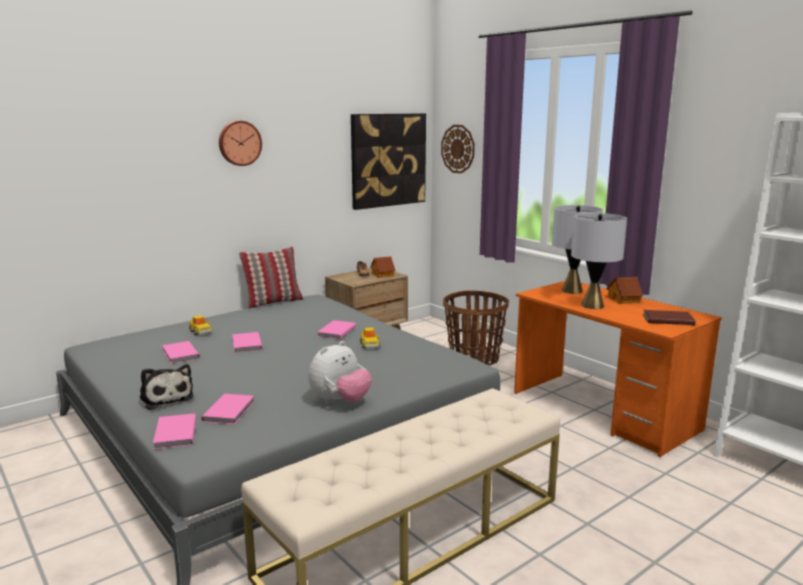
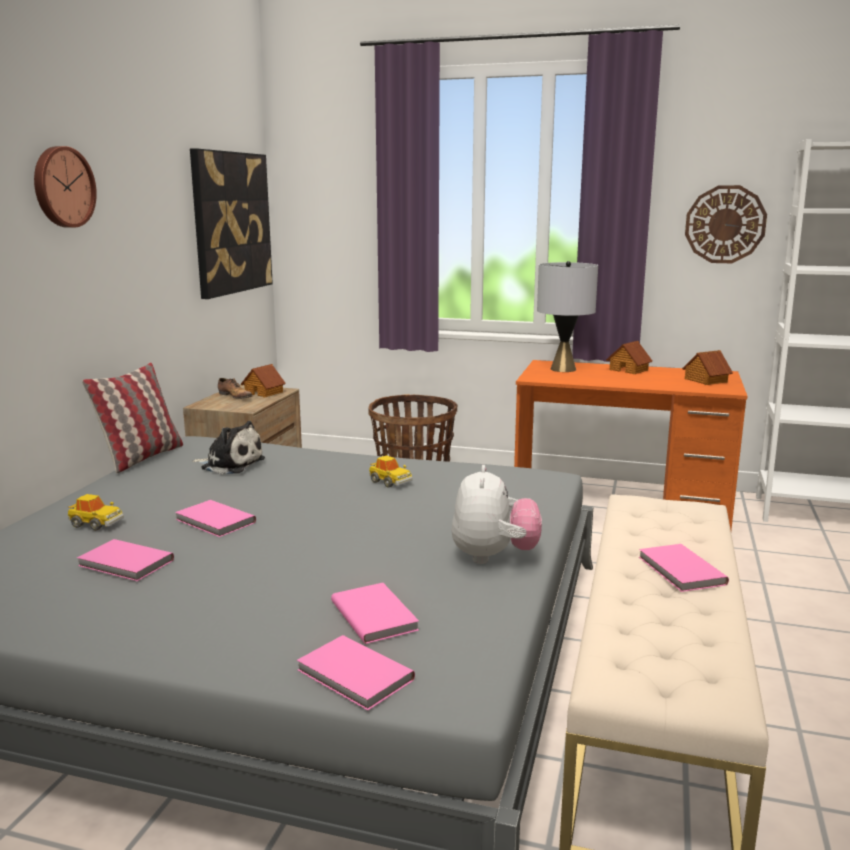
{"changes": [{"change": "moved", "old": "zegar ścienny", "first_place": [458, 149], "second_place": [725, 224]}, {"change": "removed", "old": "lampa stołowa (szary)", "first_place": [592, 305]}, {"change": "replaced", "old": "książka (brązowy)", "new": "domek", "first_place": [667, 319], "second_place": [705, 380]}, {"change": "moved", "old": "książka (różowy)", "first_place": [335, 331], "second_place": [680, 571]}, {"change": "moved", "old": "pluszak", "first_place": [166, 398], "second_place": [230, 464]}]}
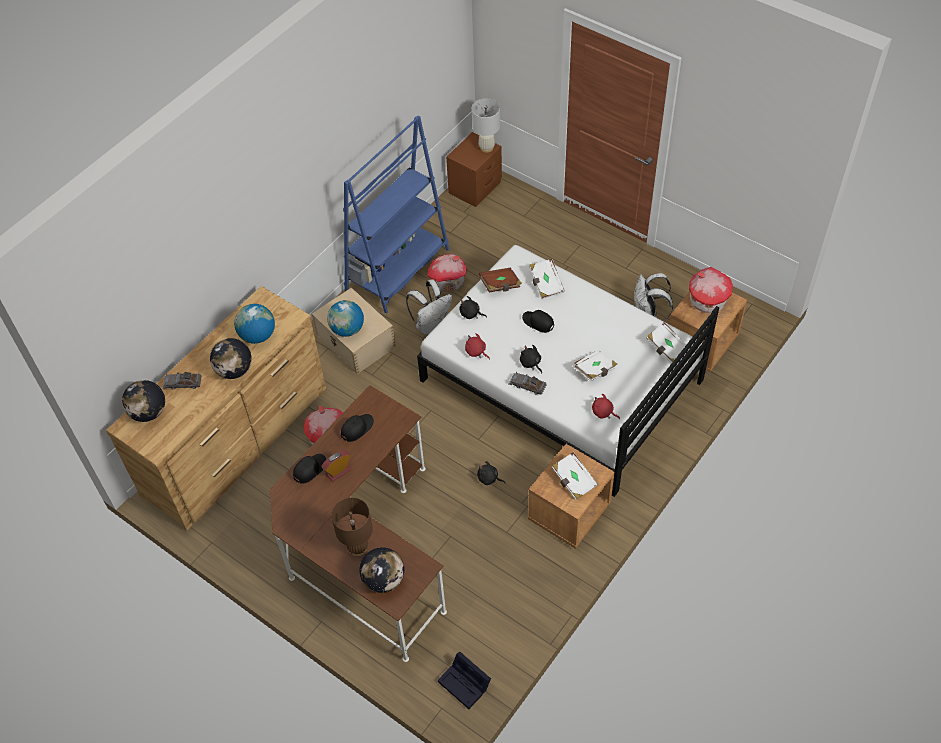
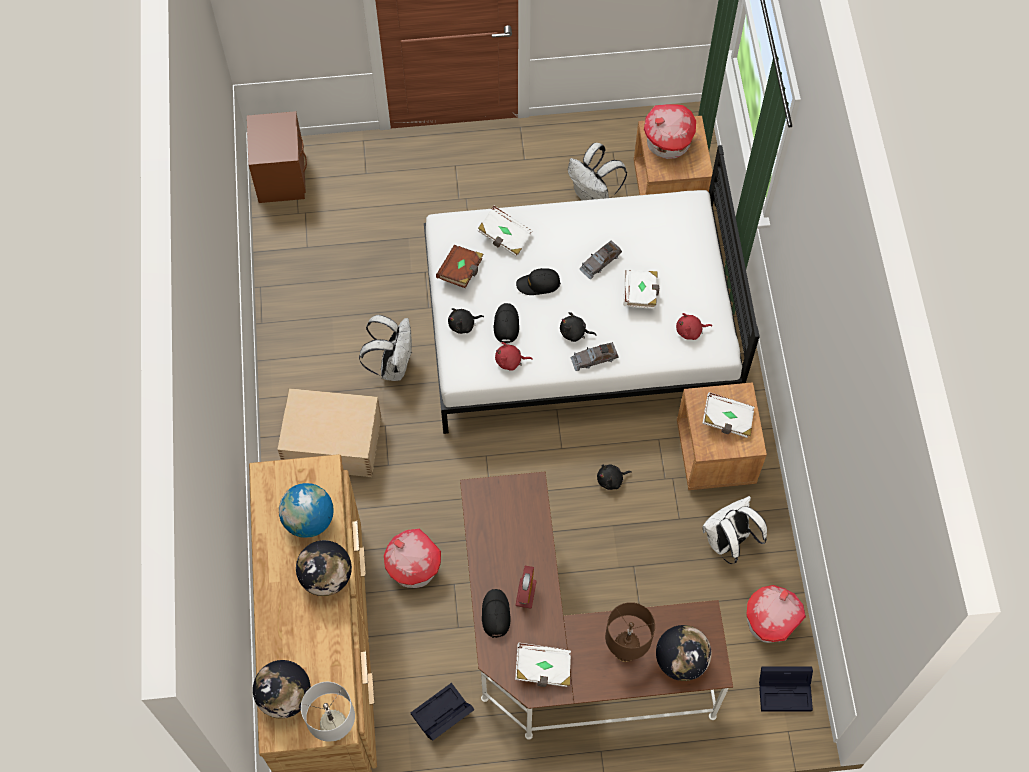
{"changes": [{"change": "moved", "old": "lampa stołowa (biały)", "first_place": [487, 148], "second_place": [335, 729]}, {"change": "removed", "old": "regał (niebieski)", "first_place": [398, 270]}, {"change": "moved", "old": "domek", "first_place": [448, 282], "second_place": [770, 621]}, {"change": "removed", "old": "globus", "first_place": [347, 329]}, {"change": "moved", "old": "książka (biały)", "first_place": [667, 349], "second_place": [543, 669]}, {"change": "moved", "old": "samochodzik (szary)", "first_place": [182, 383], "second_place": [600, 261]}, {"change": "moved", "old": "czapka z daszkiem (czarny)", "first_place": [357, 428], "second_place": [506, 324]}, {"change": "added", "new": "plecak (biały)", "second_place": [728, 542]}, {"change": "added", "new": "pojemnik do przechowywania (czarny)", "second_place": [441, 716]}]}
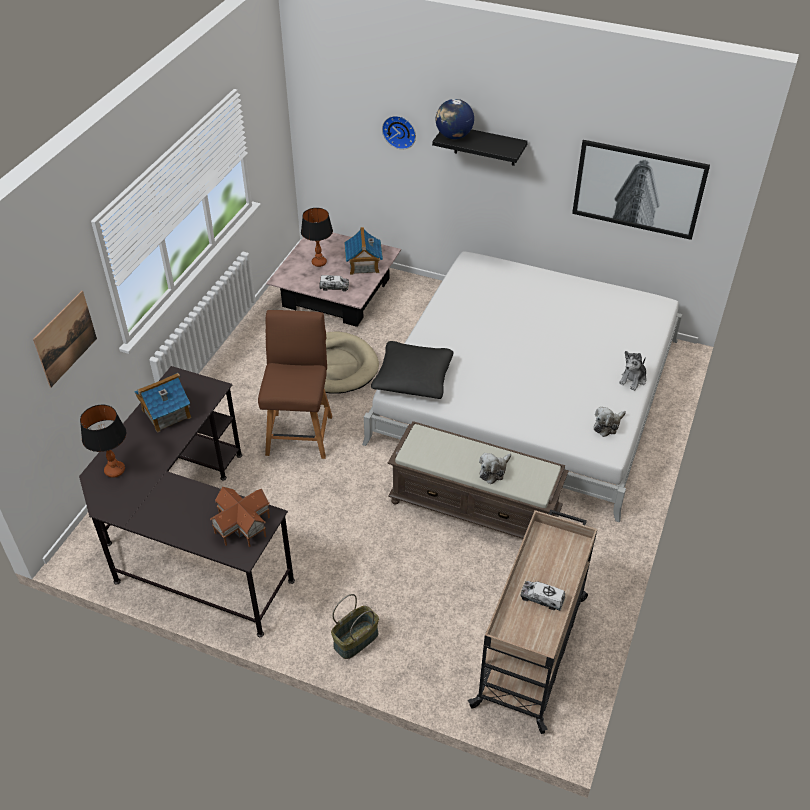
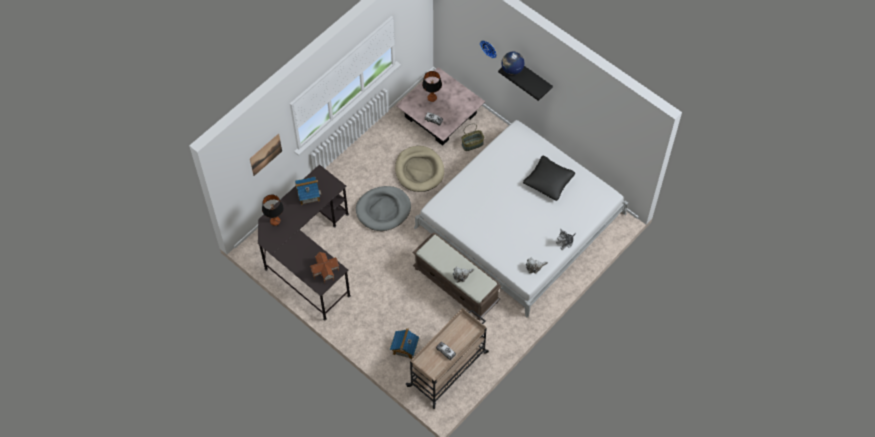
{"changes": [{"change": "removed", "old": "obraz", "first_place": [638, 189]}, {"change": "moved", "old": "domek", "first_place": [363, 265], "second_place": [404, 348]}, {"change": "replaced", "old": "krzesło (brązowy)", "new": "legowisko (szary)", "first_place": [300, 433], "second_place": [383, 210]}, {"change": "moved", "old": "poduszka (czarny)", "first_place": [413, 379], "second_place": [548, 181]}, {"change": "moved", "old": "koszyk", "first_place": [355, 639], "second_place": [472, 144]}]}
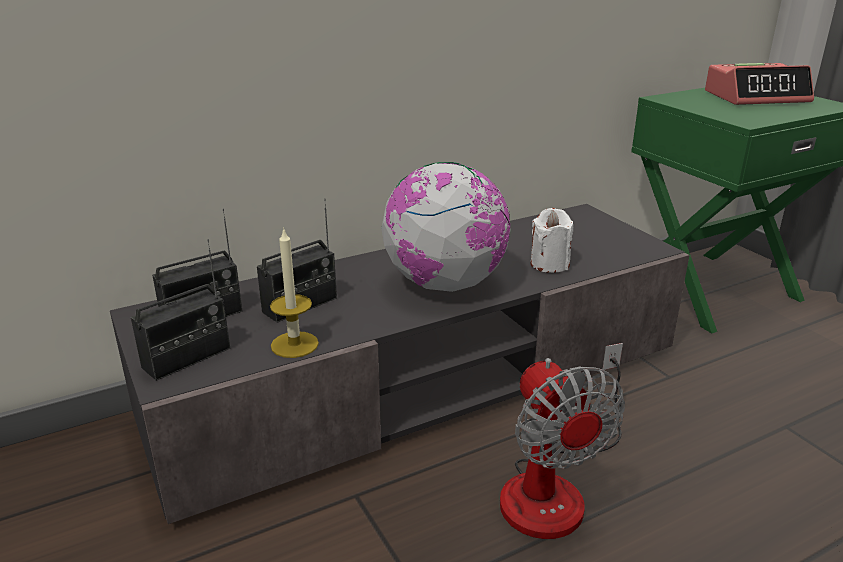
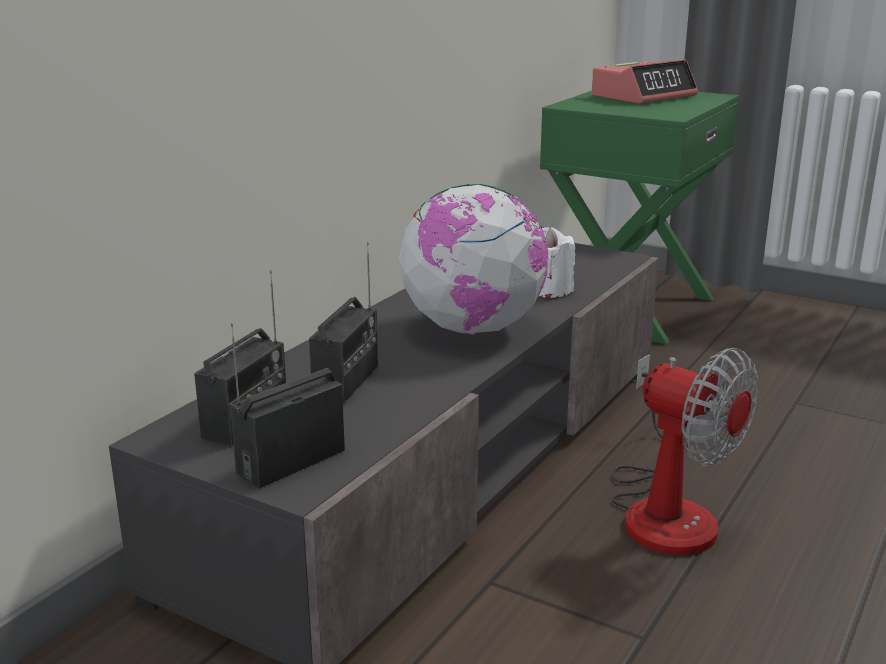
{"changes": [{"change": "removed", "old": "świeca", "first_place": [294, 344]}, {"change": "turned", "old": "radio", "first_place": [187, 358], "second_place": [291, 461], "degrees": -150}]}
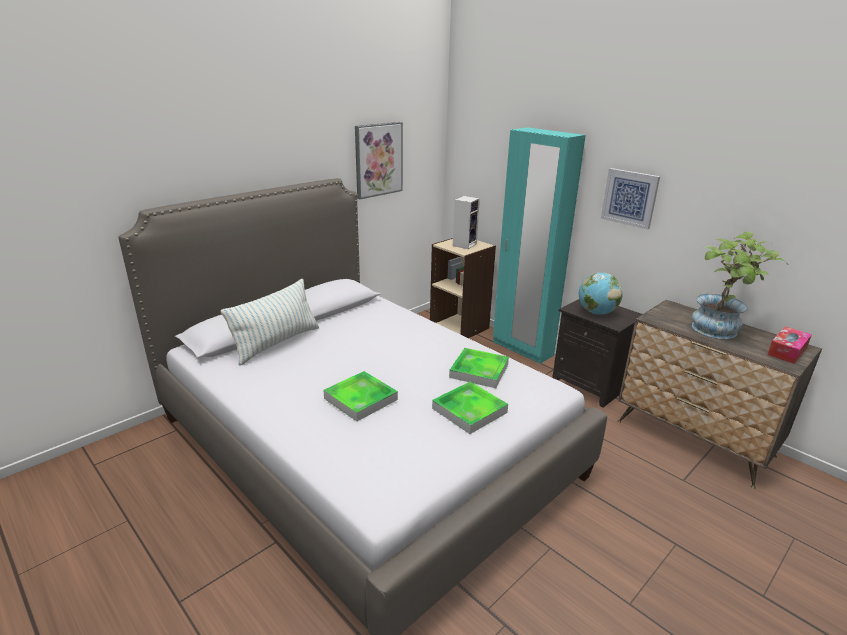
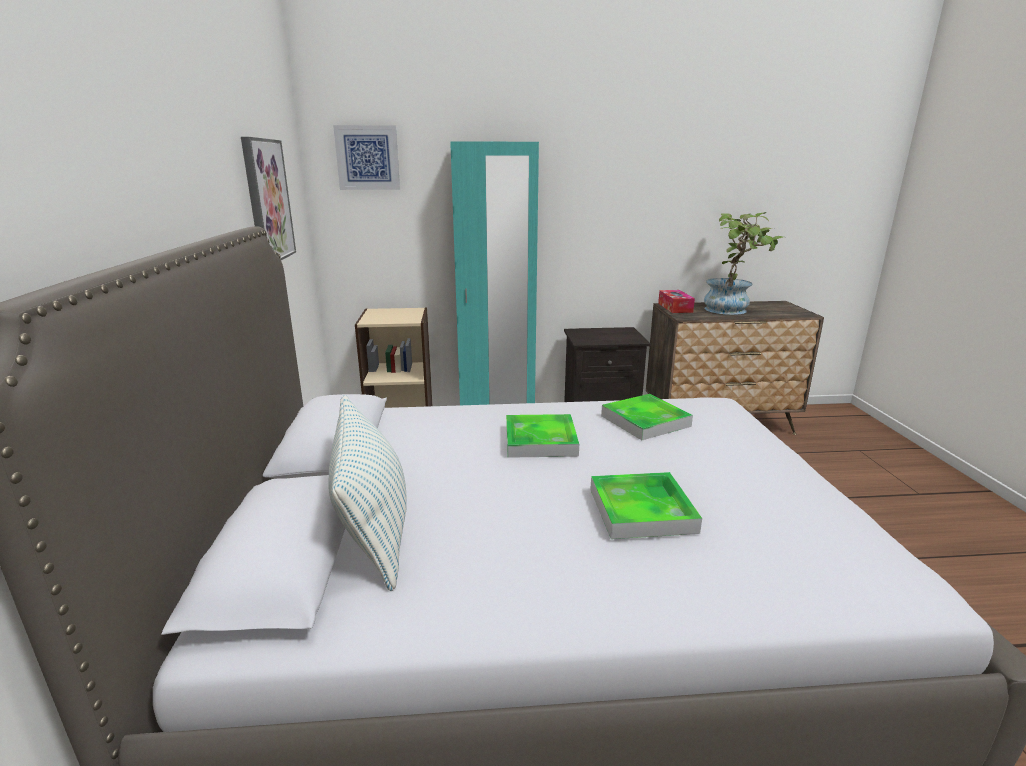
{"changes": [{"change": "moved", "old": "obraz", "first_place": [630, 198], "second_place": [367, 158]}, {"change": "removed", "old": "głośnik", "first_place": [464, 244]}, {"change": "removed", "old": "globus", "first_place": [596, 313]}, {"change": "moved", "old": "pudełko chusteczek", "first_place": [787, 351], "second_place": [675, 307]}, {"change": "moved", "old": "taca", "first_place": [469, 410], "second_place": [540, 440]}]}
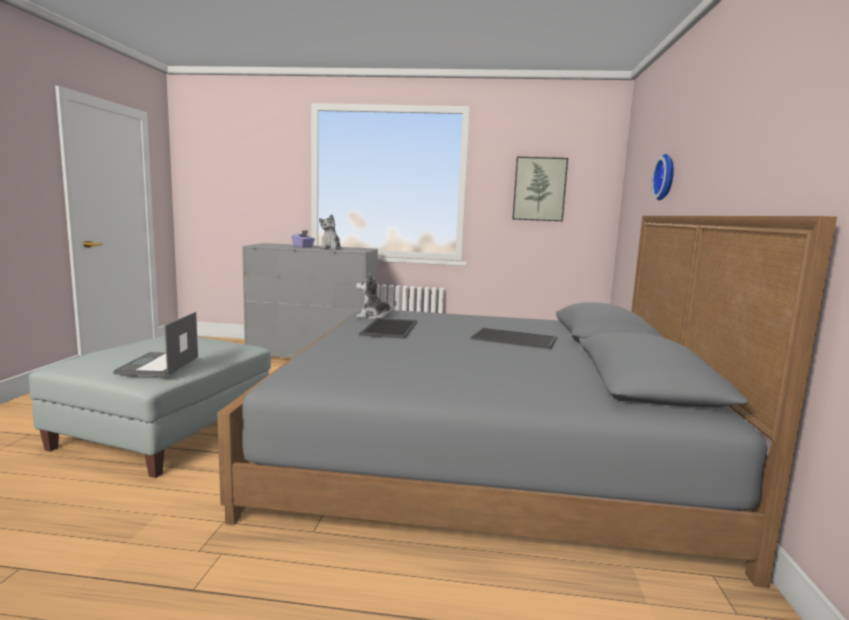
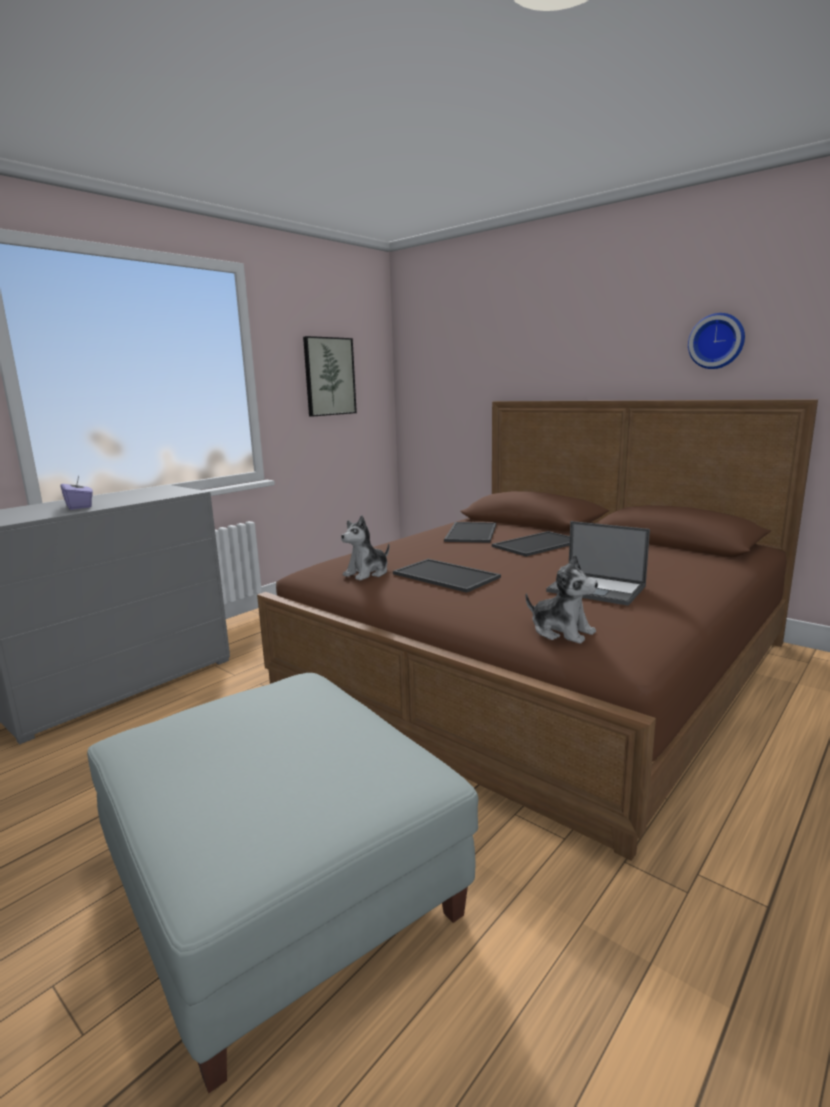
{"changes": [{"change": "moved", "old": "zegar ścienny", "first_place": [666, 177], "second_place": [717, 341]}, {"change": "moved", "old": "pluszak", "first_place": [330, 248], "second_place": [561, 631]}, {"change": "recoloured", "old": "łóżko (szary)", "new": "łóżko (brązowy)", "first_place": [483, 447], "second_place": [537, 663]}, {"change": "moved", "old": "laptop", "first_place": [158, 365], "second_place": [597, 589]}, {"change": "added", "new": "taca", "second_place": [470, 532]}]}
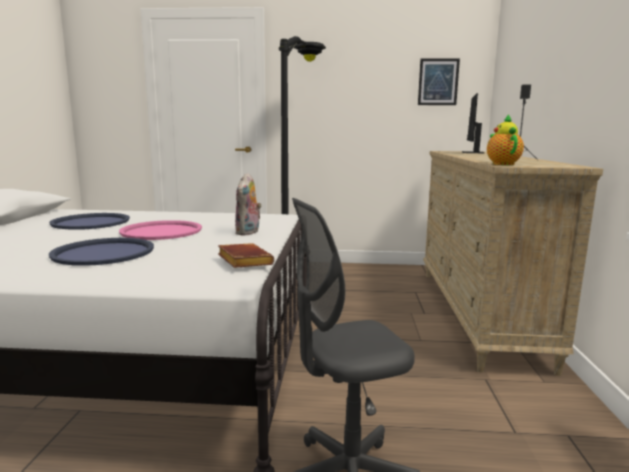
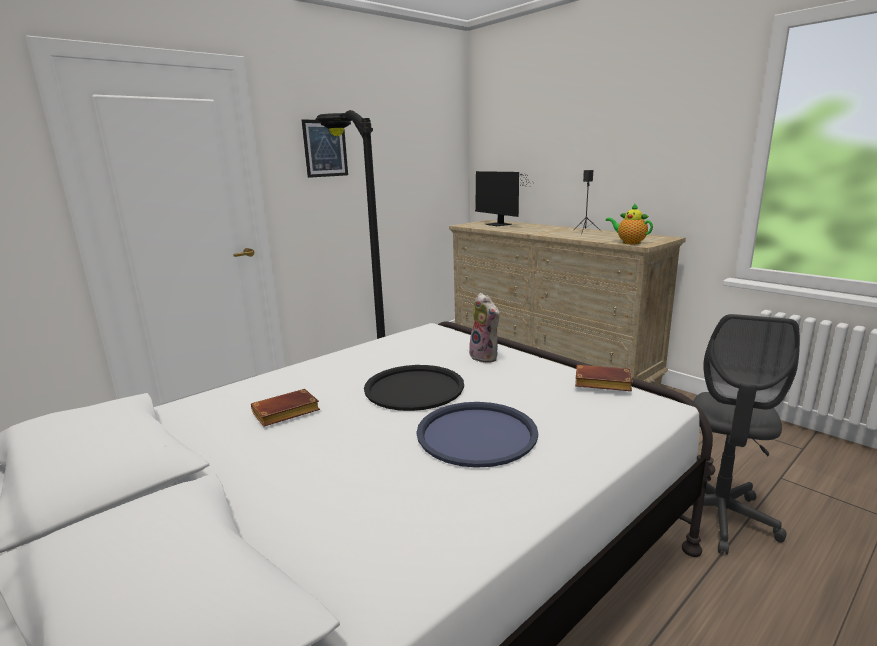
{"changes": [{"change": "moved", "old": "obraz", "first_place": [438, 82], "second_place": [325, 148]}, {"change": "replaced", "old": "taca (niebieski)", "new": "książka (brązowy)", "first_place": [91, 222], "second_place": [284, 414]}, {"change": "recoloured", "old": "taca (różowy)", "new": "taca (czarny)", "first_place": [161, 231], "second_place": [414, 388]}]}
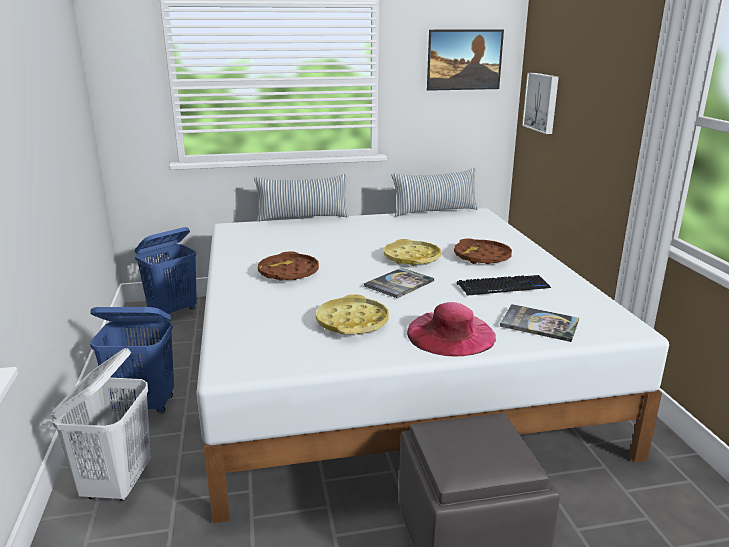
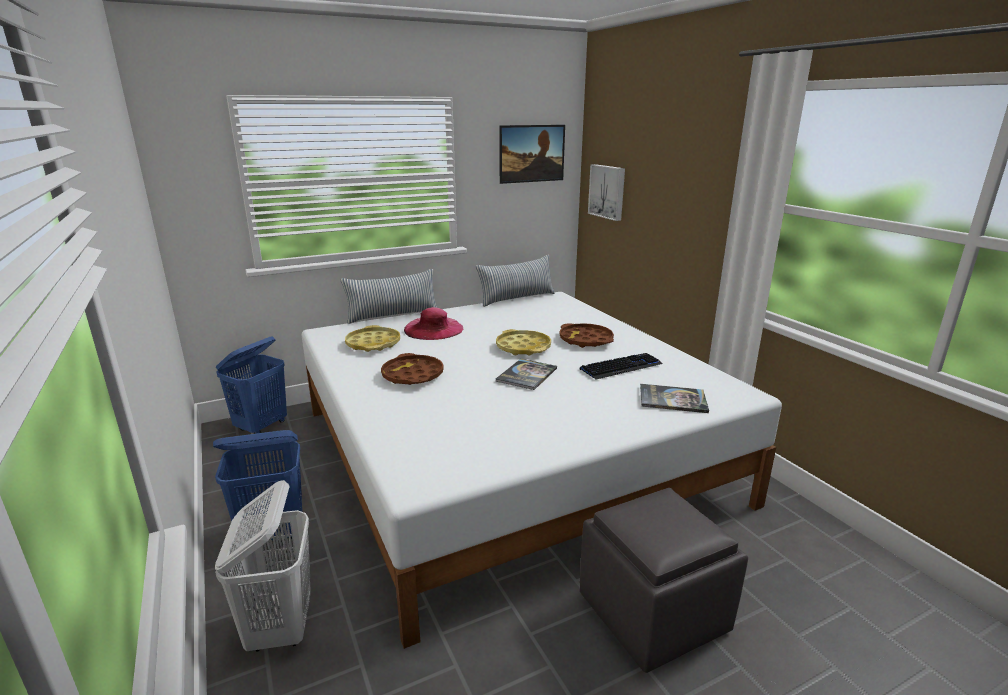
{"changes": [{"change": "moved", "old": "taca (żółty)", "first_place": [352, 322], "second_place": [373, 344]}, {"change": "moved", "old": "kapelusz (różowy)", "first_place": [450, 333], "second_place": [433, 328]}]}
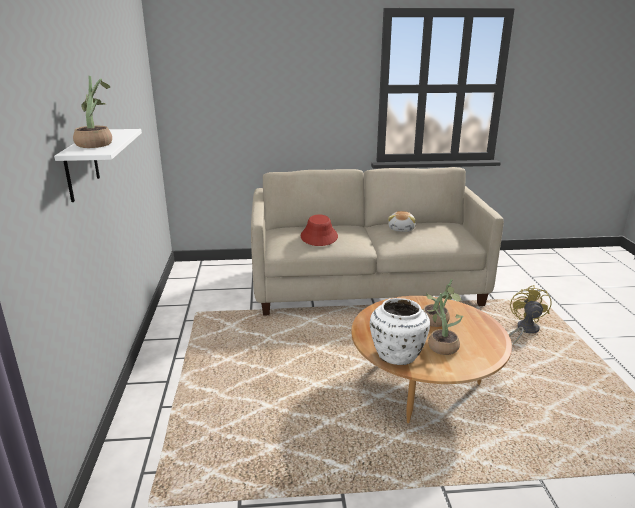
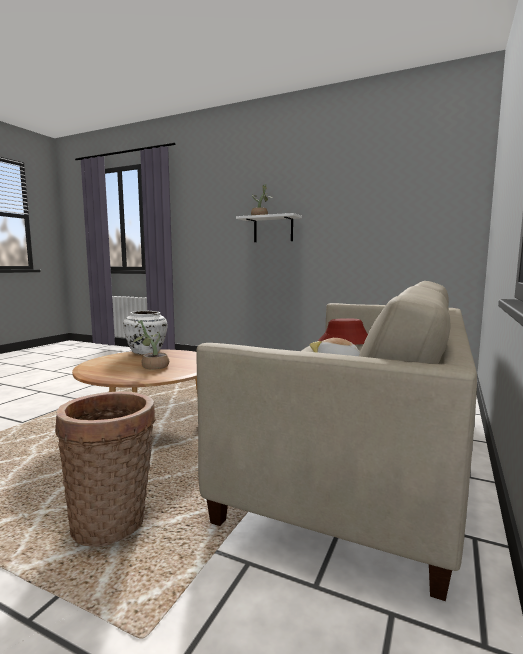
{"changes": [{"change": "replaced", "old": "wentylator (żółty)", "new": "koszyk", "first_place": [524, 330], "second_place": [114, 523]}, {"change": "removed", "old": "roślina doniczkowa", "first_place": [441, 345]}]}
